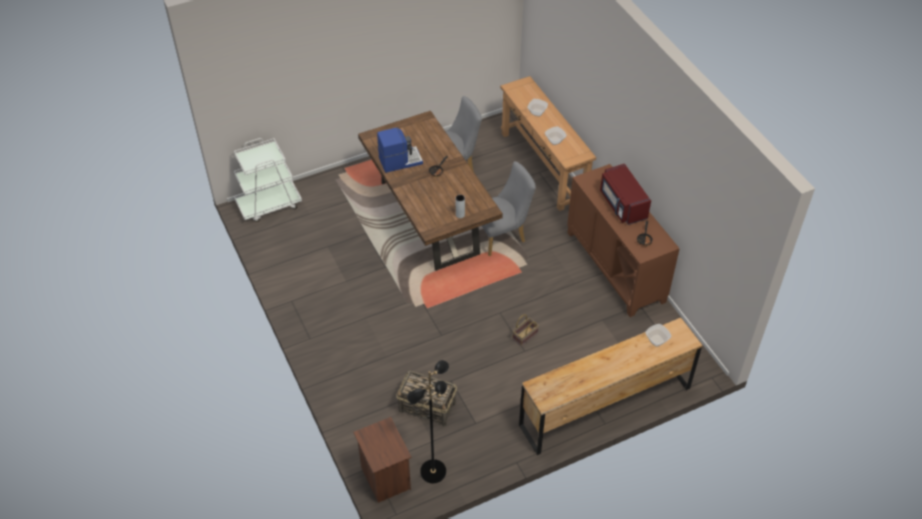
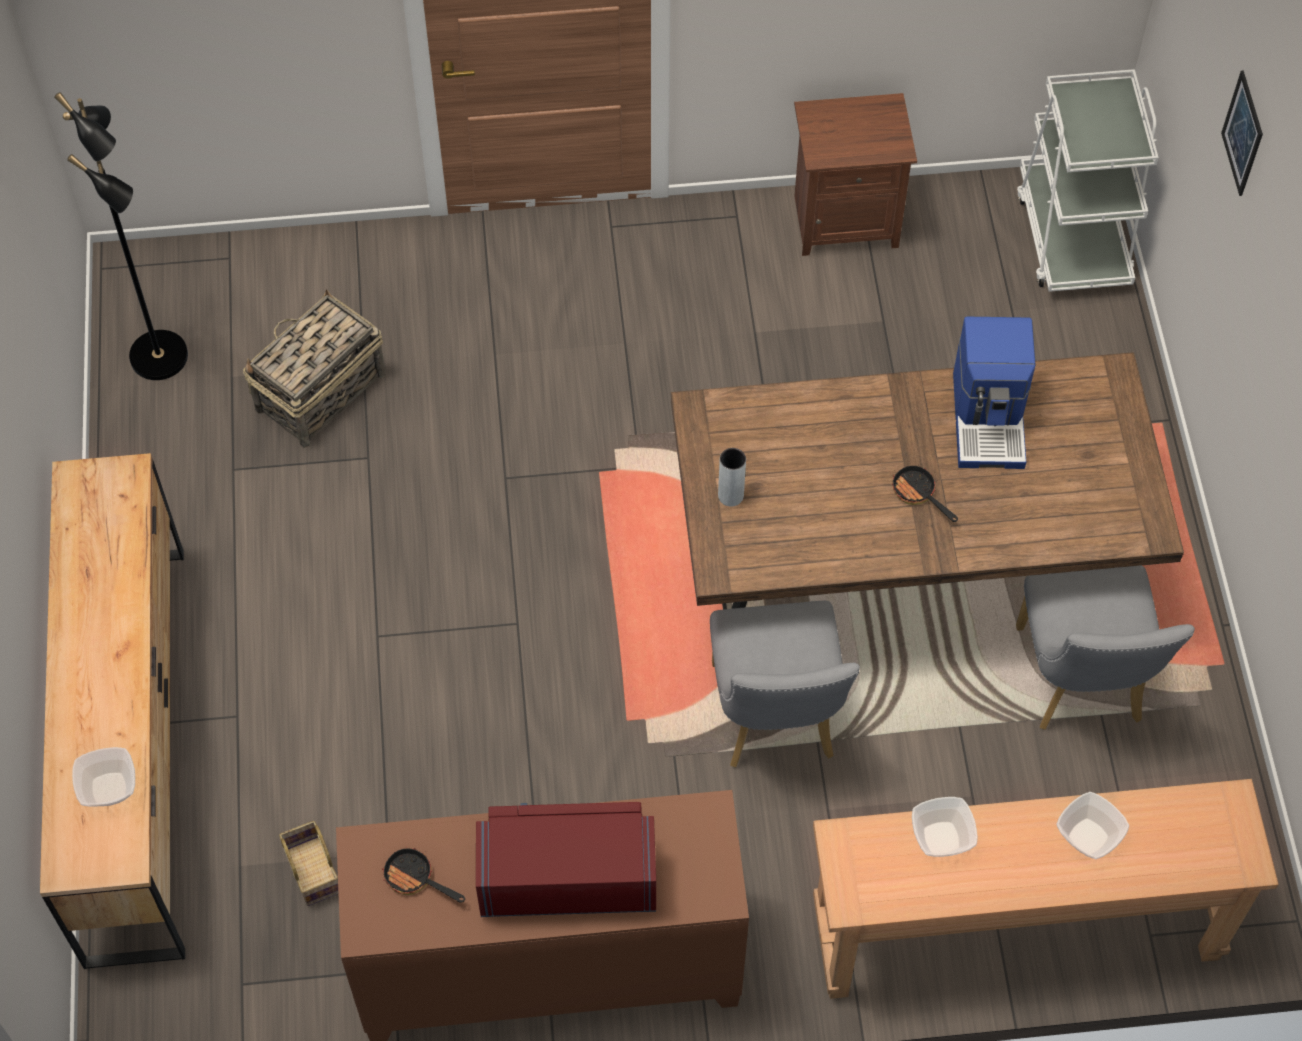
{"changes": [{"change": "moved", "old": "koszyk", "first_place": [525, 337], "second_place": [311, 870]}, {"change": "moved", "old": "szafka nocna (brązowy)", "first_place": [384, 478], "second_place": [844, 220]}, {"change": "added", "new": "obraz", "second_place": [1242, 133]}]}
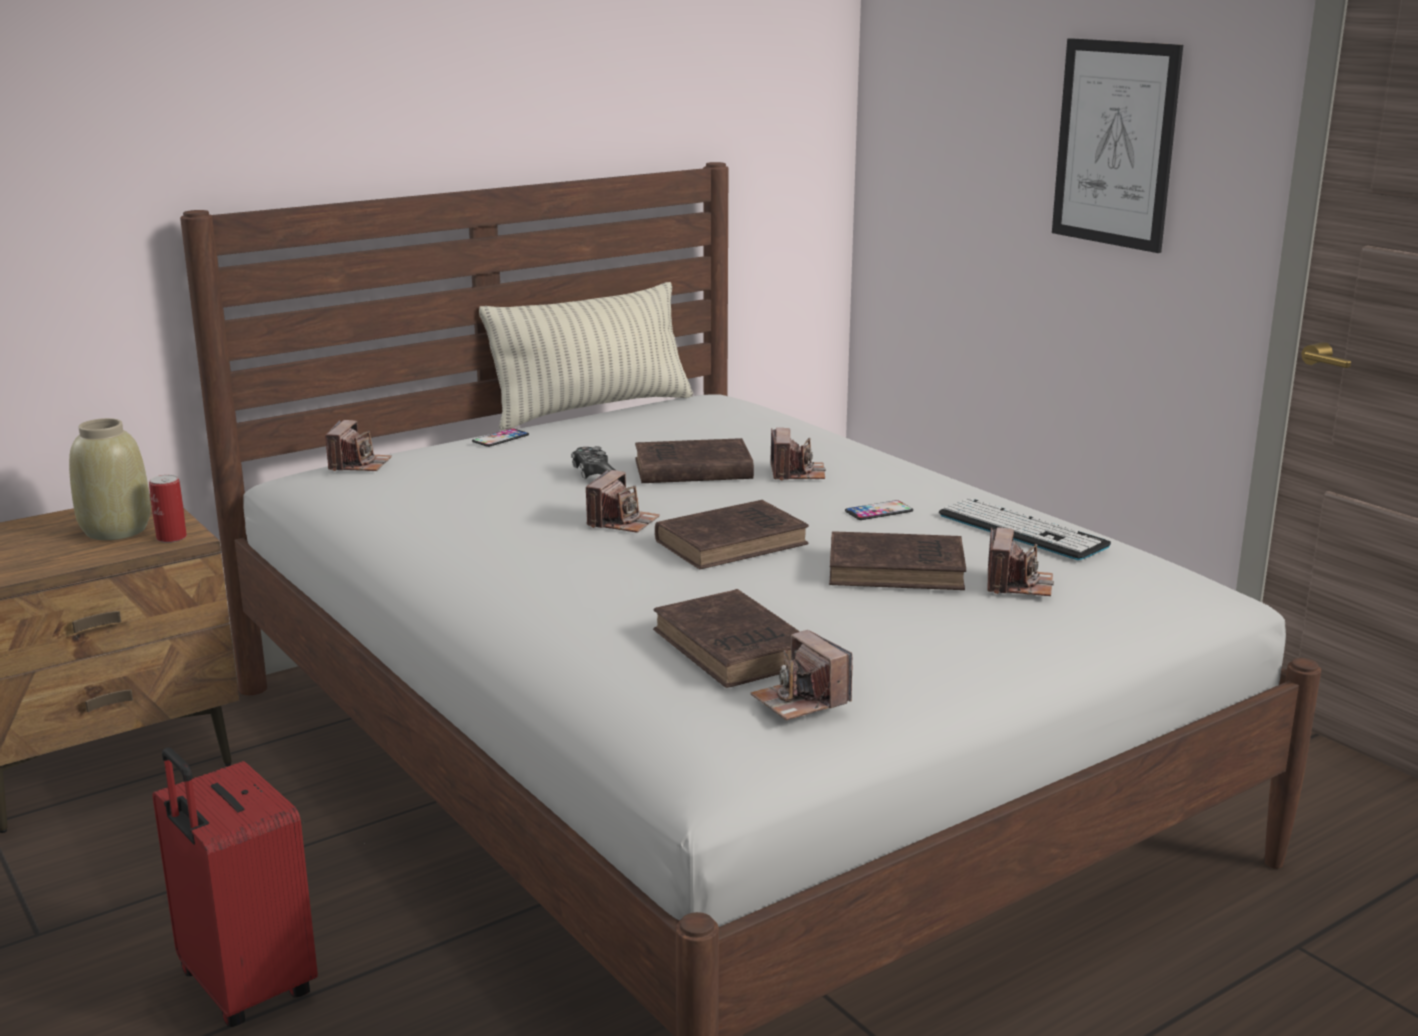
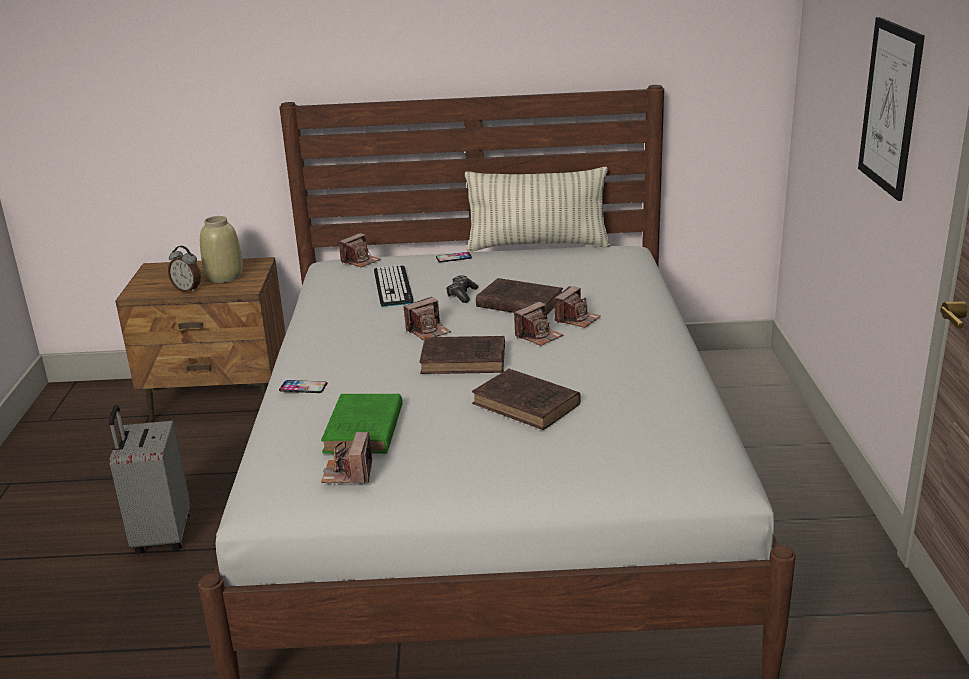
{"changes": [{"change": "removed", "old": "puszka", "first_place": [171, 538]}, {"change": "moved", "old": "klawiatura", "first_place": [1022, 530], "second_place": [393, 286]}, {"change": "moved", "old": "telefon", "first_place": [879, 511], "second_place": [303, 387]}, {"change": "moved", "old": "aparat fotograficzny", "first_place": [1018, 584], "second_place": [538, 336]}, {"change": "recoloured", "old": "książka (brązowy)", "new": "książka (zielony)", "first_place": [736, 649], "second_place": [363, 431]}, {"change": "recoloured", "old": "walizka (czerwony)", "new": "walizka (szary)", "first_place": [243, 987], "second_place": [161, 536]}, {"change": "added", "new": "budzik", "second_place": [188, 290]}]}
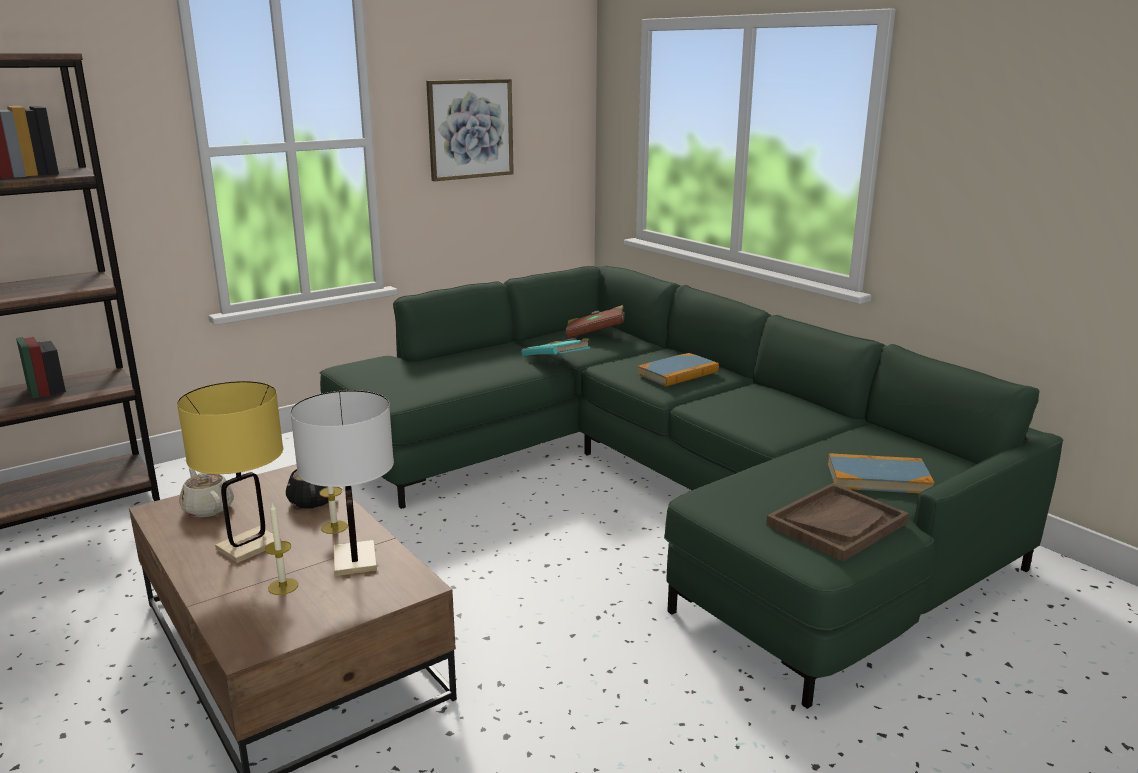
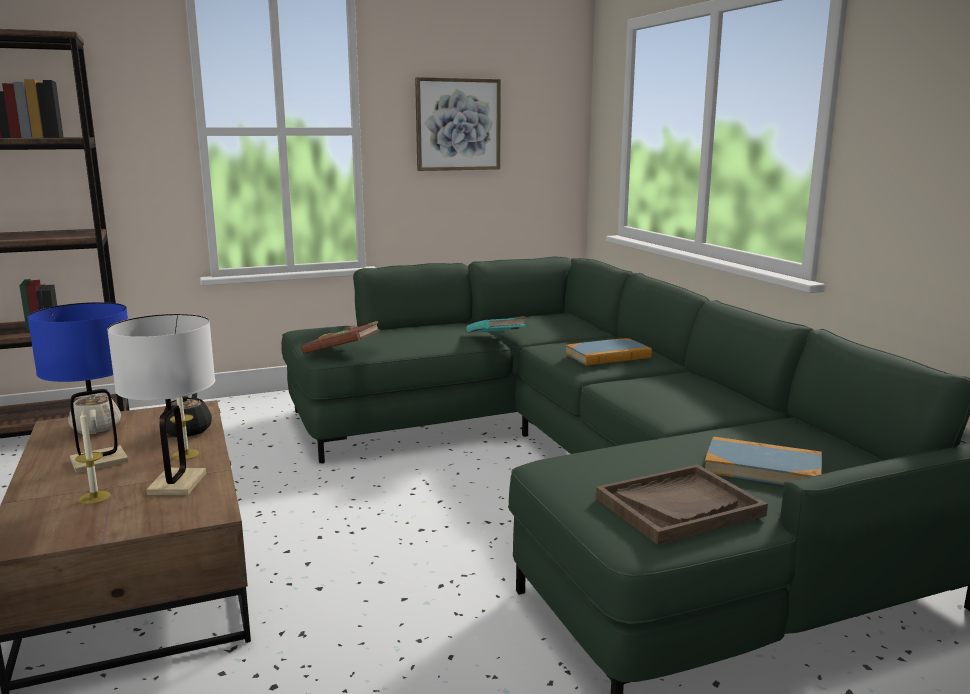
{"changes": [{"change": "moved", "old": "książka (brązowy)", "first_place": [595, 334], "second_place": [342, 352]}, {"change": "recoloured", "old": "lampa stołowa (żółty)", "new": "lampa stołowa (niebieski)", "first_place": [249, 546], "second_place": [99, 461]}]}
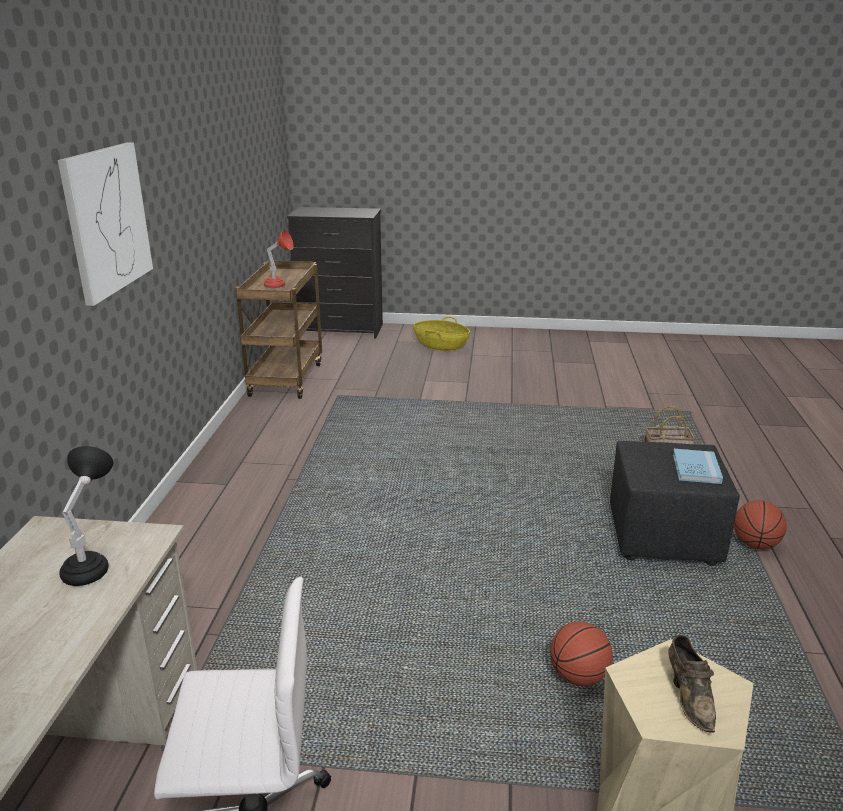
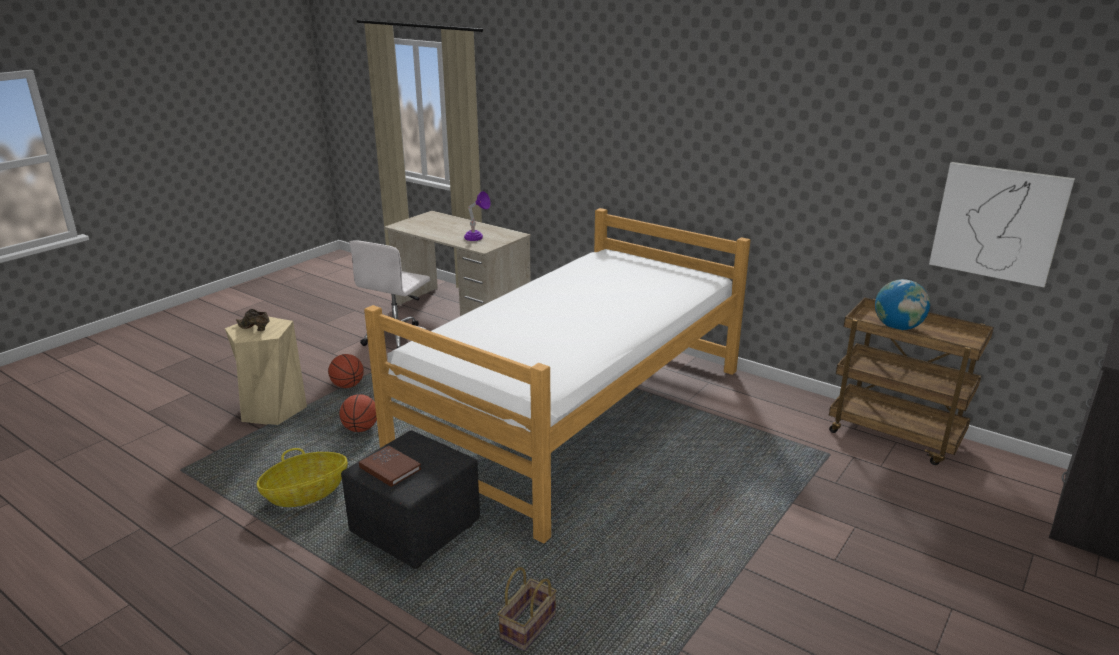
{"changes": [{"change": "moved", "old": "obraz", "first_place": [106, 220], "second_place": [998, 223]}, {"change": "replaced", "old": "lampa stołowa (czerwony)", "new": "globus", "first_place": [279, 286], "second_place": [897, 327]}, {"change": "moved", "old": "koszyk", "first_place": [440, 346], "second_place": [306, 494]}, {"change": "recoloured", "old": "lampa stołowa (czarny)", "new": "lampa stołowa (fioletowy)", "first_place": [92, 564], "second_place": [477, 239]}, {"change": "recoloured", "old": "książka (niebieski)", "new": "książka (brązowy)", "first_place": [696, 468], "second_place": [390, 468]}, {"change": "moved", "old": "piłka do koszykówki", "first_place": [755, 544], "second_place": [347, 386]}, {"change": "added", "new": "łóżko", "second_place": [577, 413]}]}
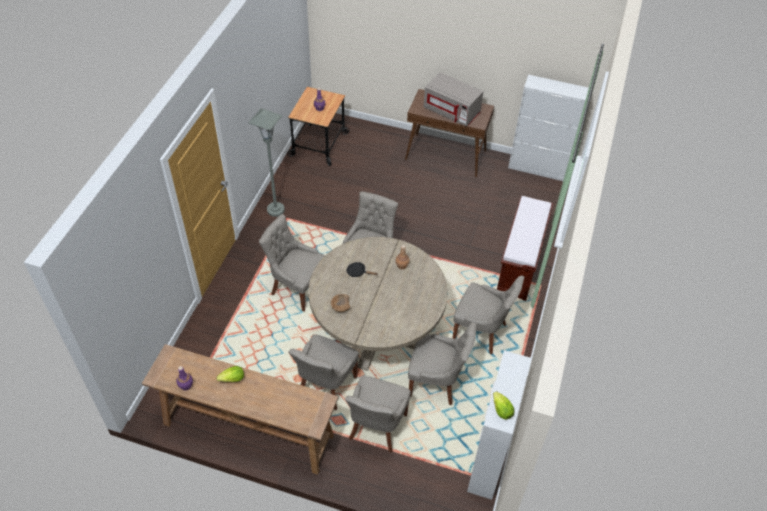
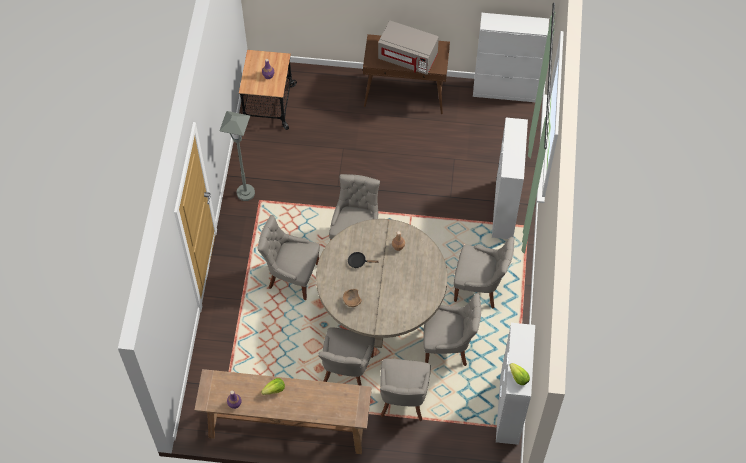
{"changes": [{"change": "replaced", "old": "ławka (brązowy)", "new": "szafka (biały)", "first_place": [519, 267], "second_place": [504, 210]}]}
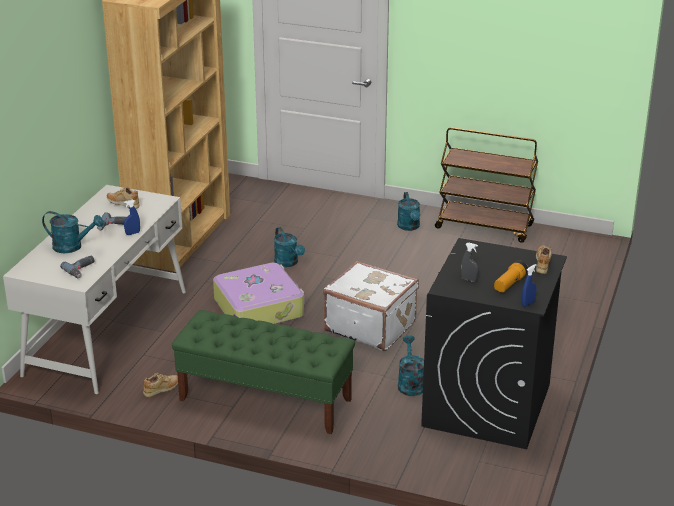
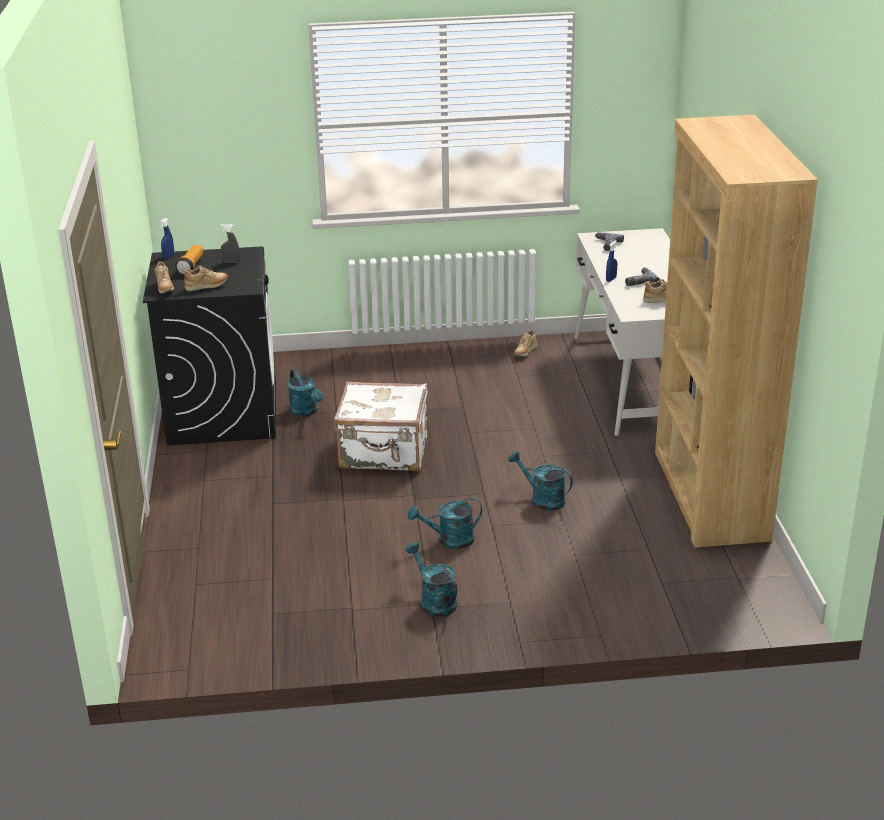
{"changes": [{"change": "removed", "old": "wózek (brązowy)", "first_place": [485, 227]}, {"change": "moved", "old": "konewka (turkusowy)", "first_place": [72, 247], "second_place": [449, 540]}, {"change": "removed", "old": "walizka", "first_place": [259, 307]}, {"change": "removed", "old": "ławka (zielony)", "first_place": [264, 400]}, {"change": "added", "new": "but (beżowy)", "second_place": [206, 287]}]}
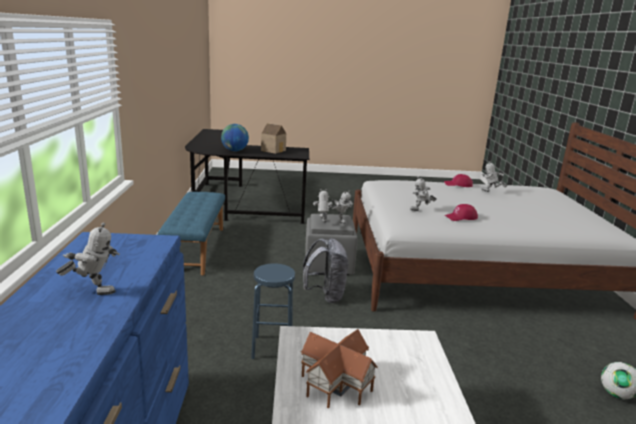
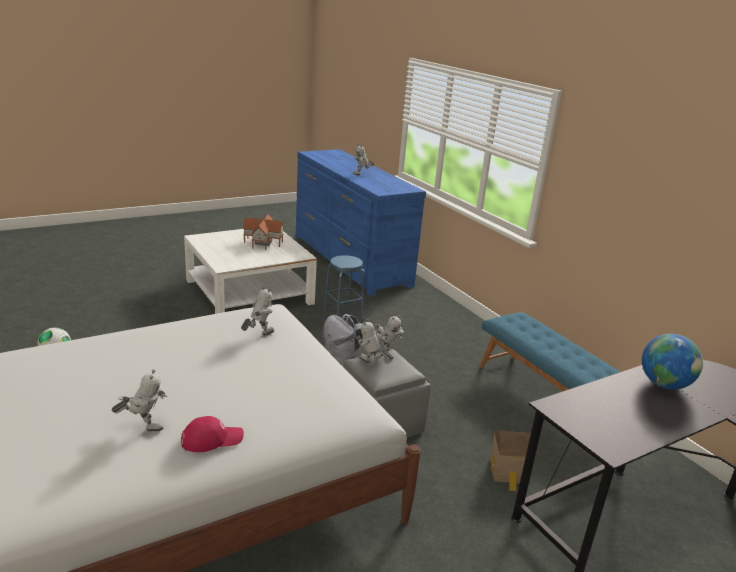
{"changes": [{"change": "moved", "old": "domek", "first_place": [274, 150], "second_place": [508, 473]}, {"change": "removed", "old": "czapka z daszkiem (czerwony)", "first_place": [461, 217]}]}
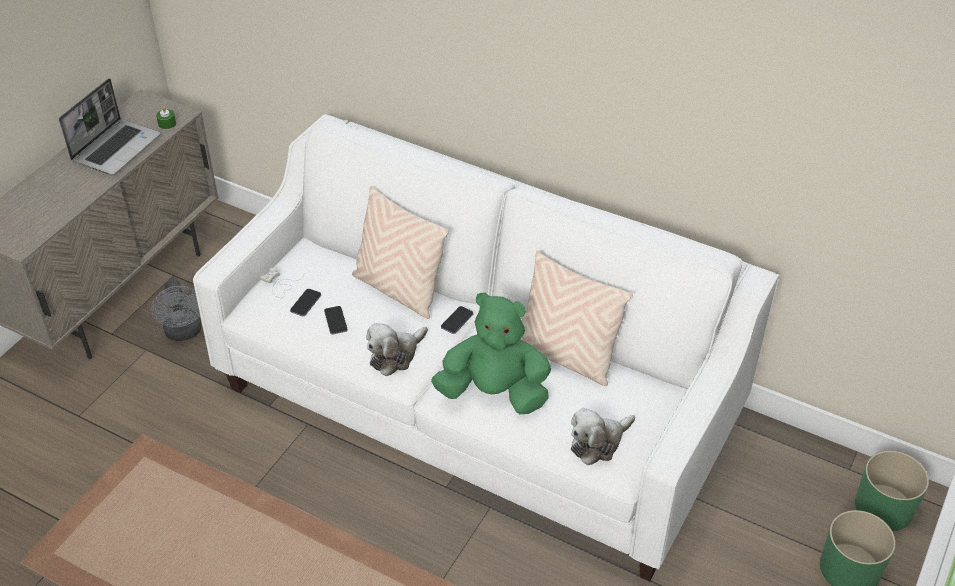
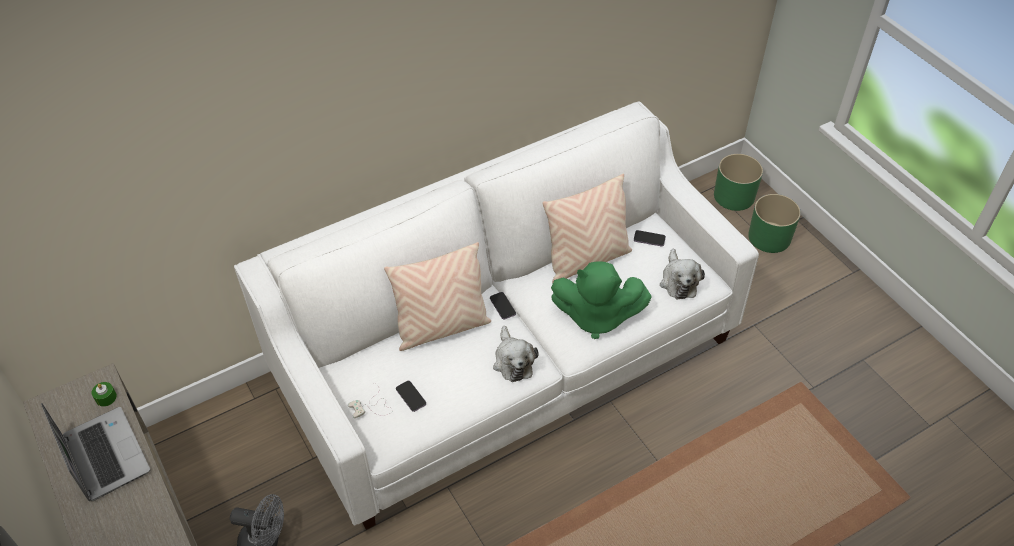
{"changes": [{"change": "turned", "old": "pluszak (zielony)", "first_place": [494, 393], "second_place": [596, 316], "degrees": -120}, {"change": "moved", "old": "telefon", "first_place": [335, 321], "second_place": [649, 239]}]}
